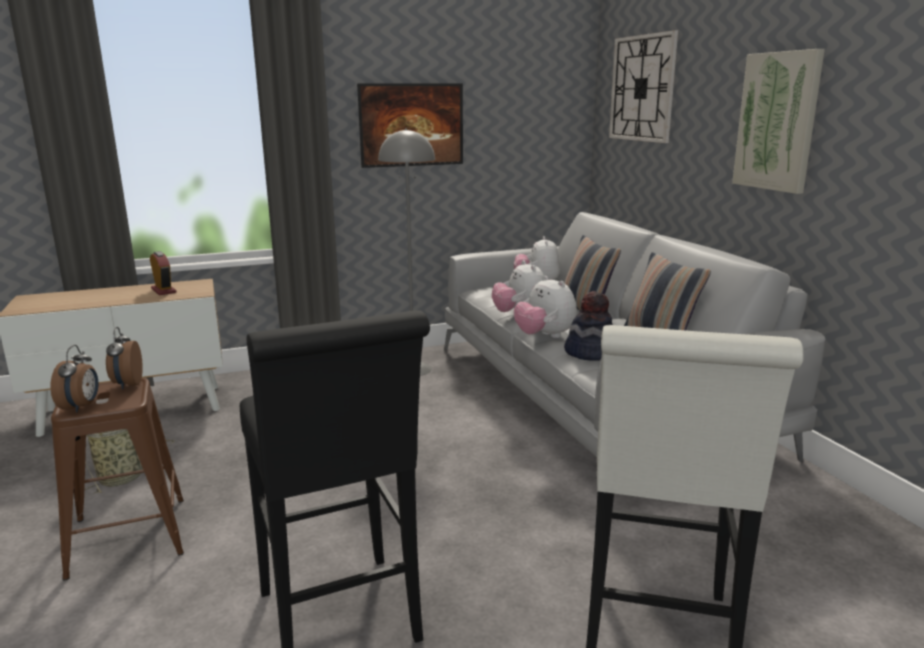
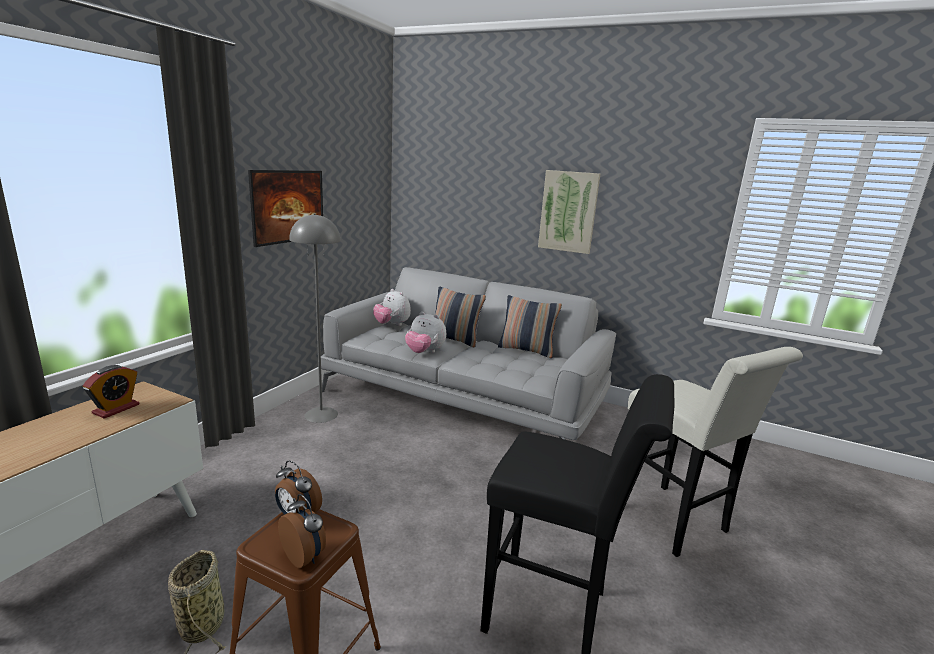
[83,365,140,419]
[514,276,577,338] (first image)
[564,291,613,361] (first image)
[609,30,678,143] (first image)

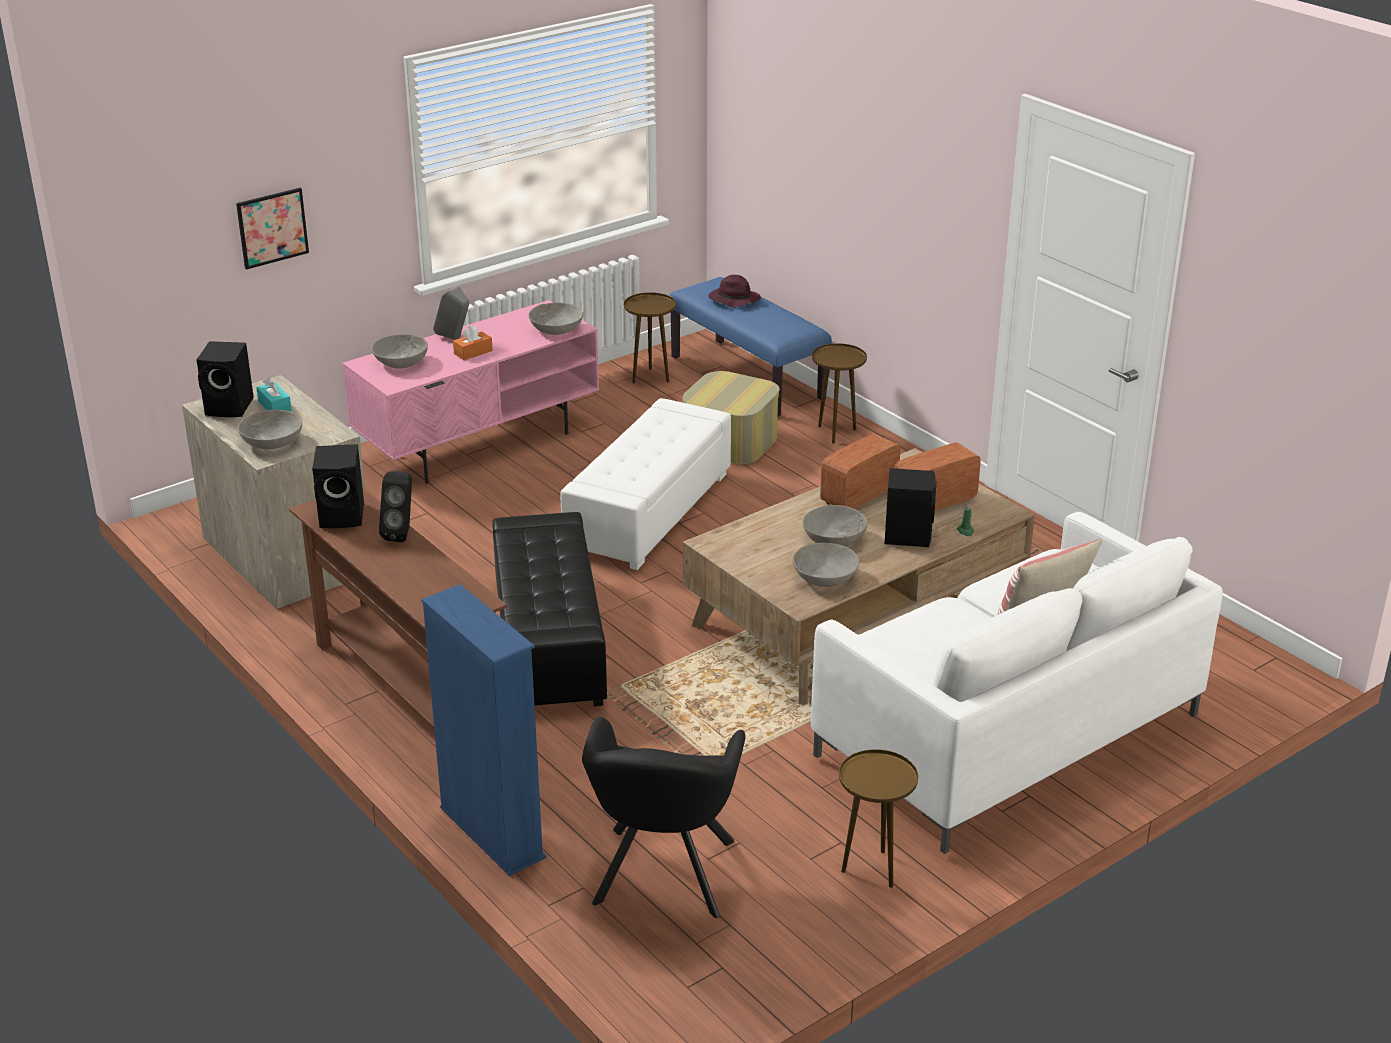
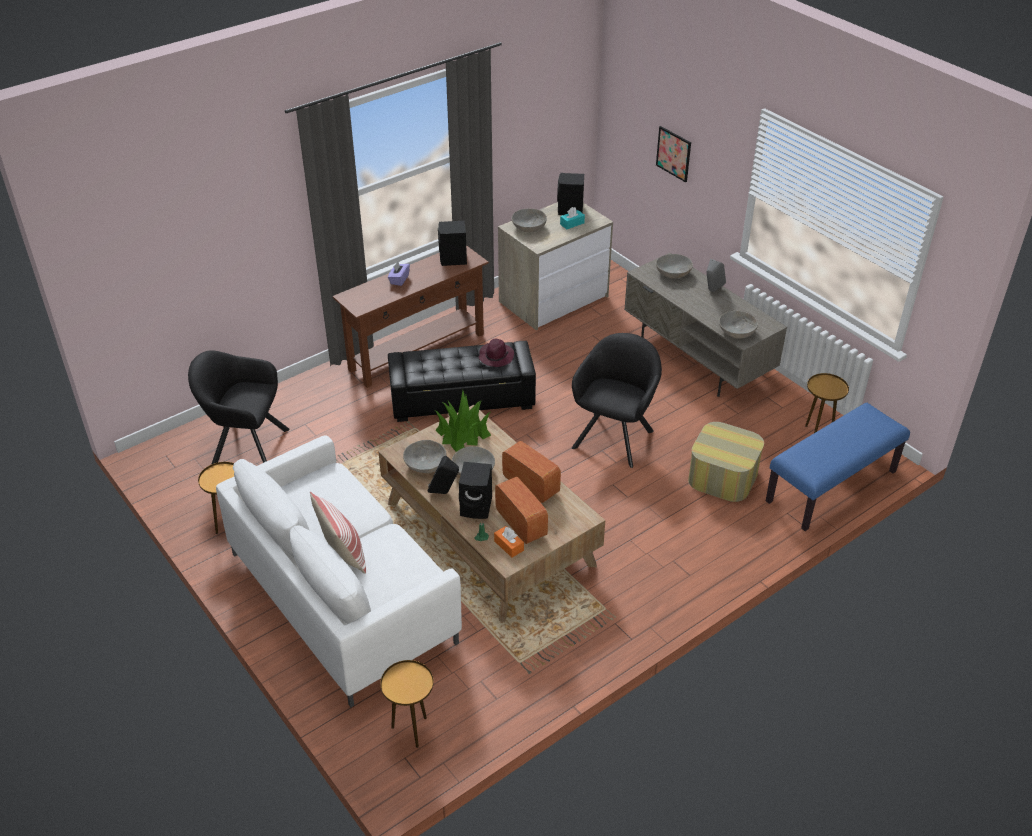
[380,660,434,748]
[388,262,410,286]
[427,456,459,494]
[435,391,491,452]
[479,339,514,367]
[494,526,524,558]
[572,333,662,468]
[624,253,787,397]
[421,584,546,876] (first image)

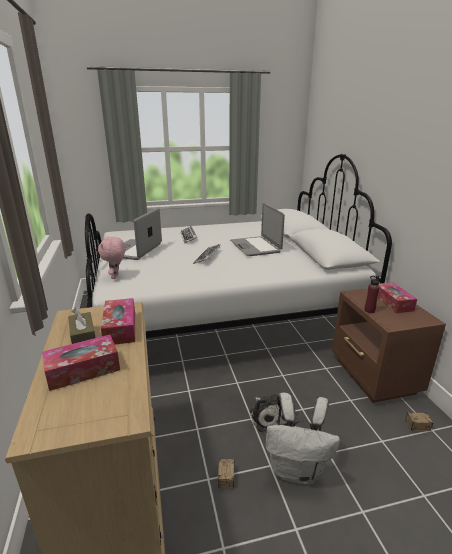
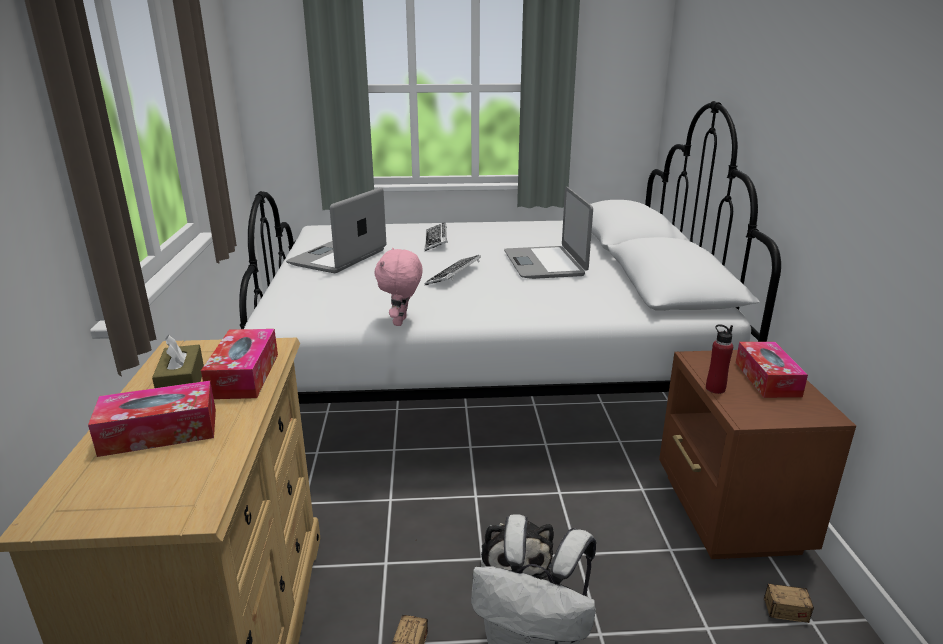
[375,248,423,326]

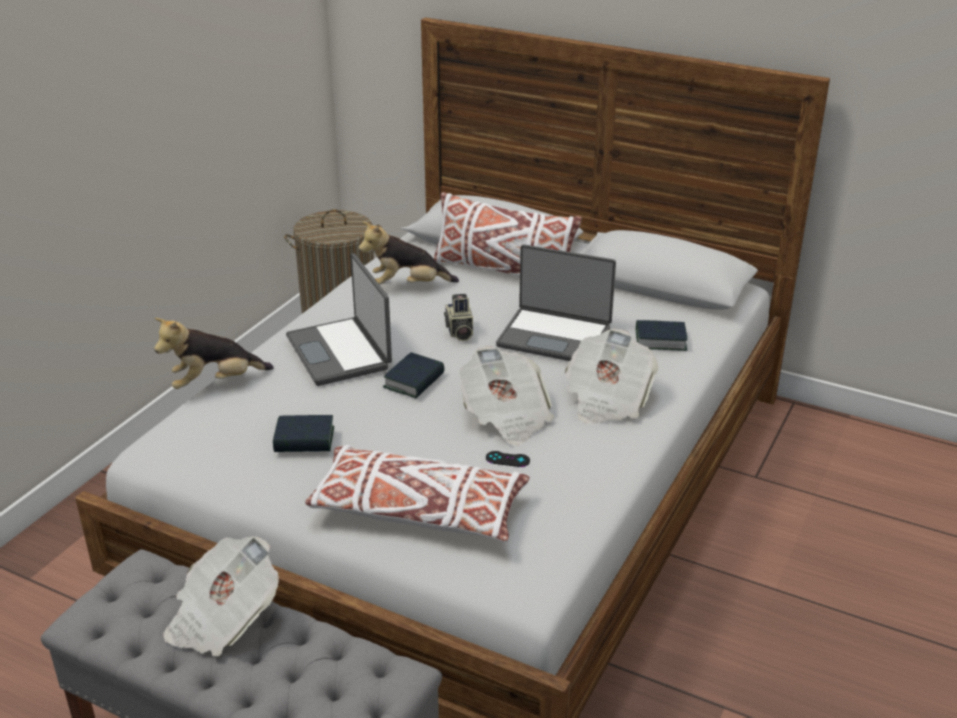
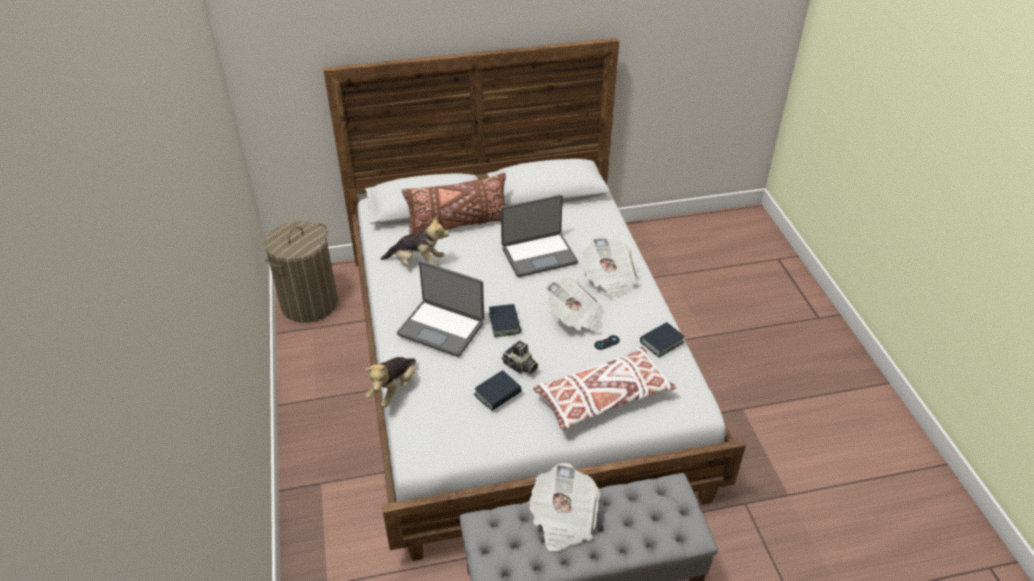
[380,217,449,266]
[402,173,506,234]
[501,340,538,374]
[640,322,685,357]

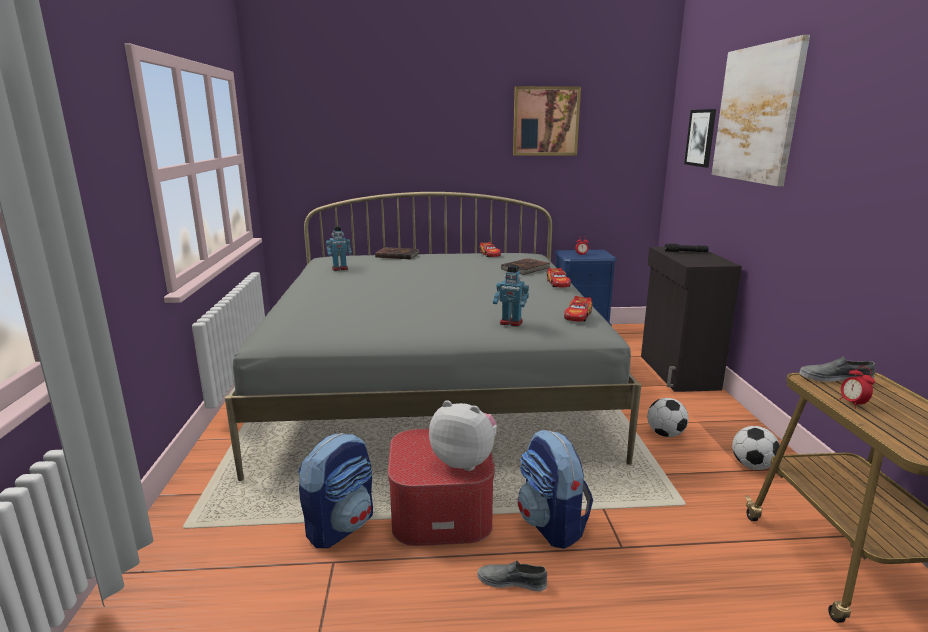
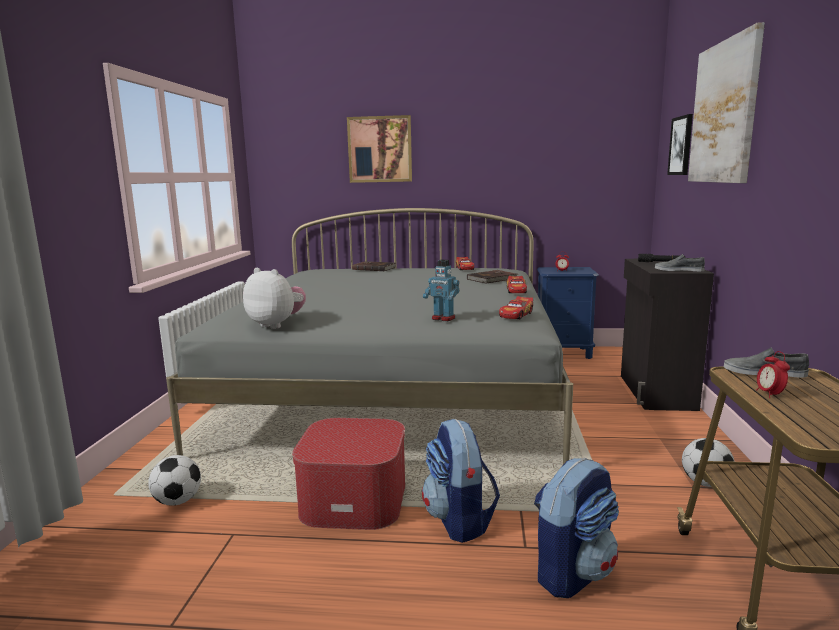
[148,455,201,506]
[243,268,306,329]
[347,115,412,183]
[534,457,619,598]
[655,254,705,271]
[326,226,352,271] (first image)

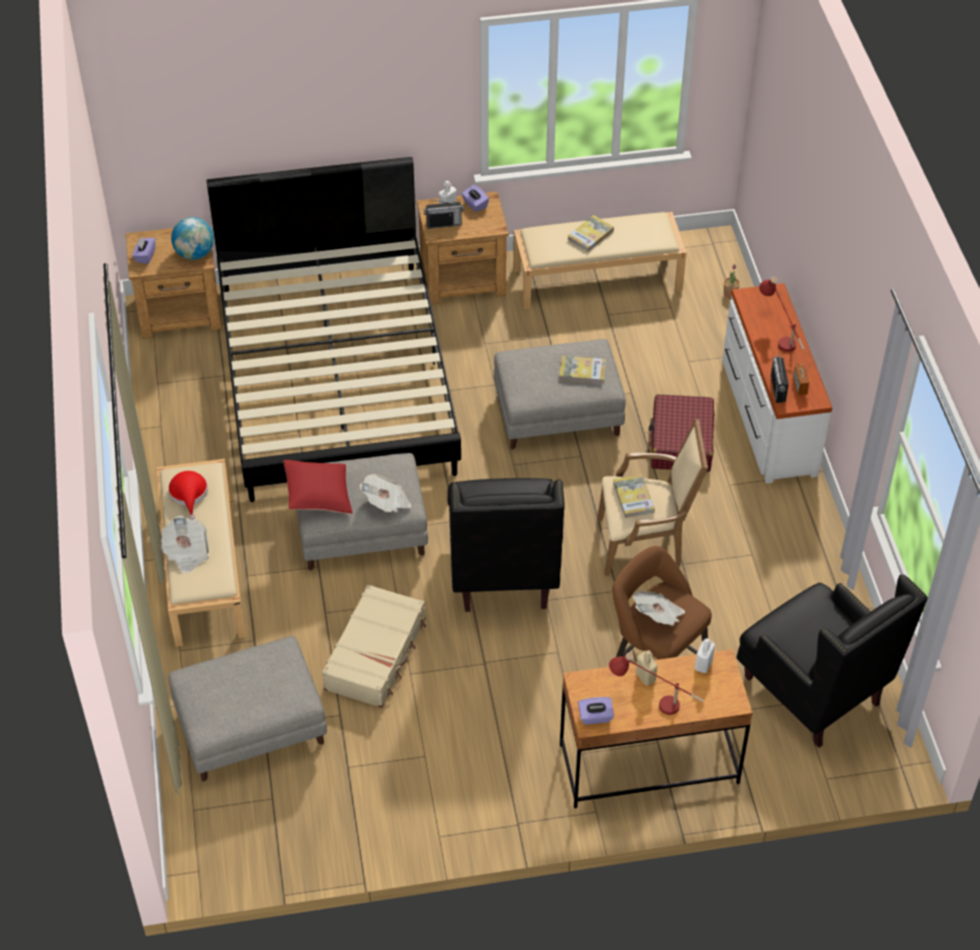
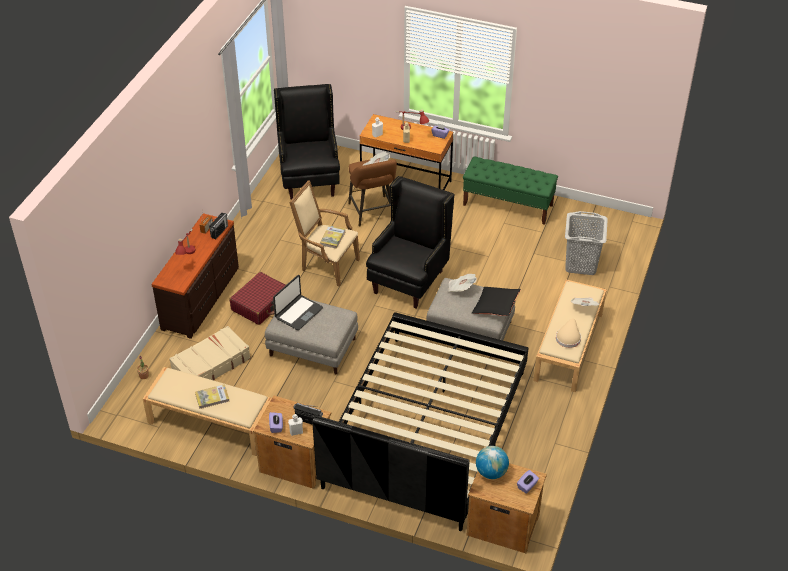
[152,213,239,339]
[169,326,251,381]
[273,275,323,330]
[463,156,558,225]
[472,287,521,316]
[556,318,581,348]
[565,211,608,275]

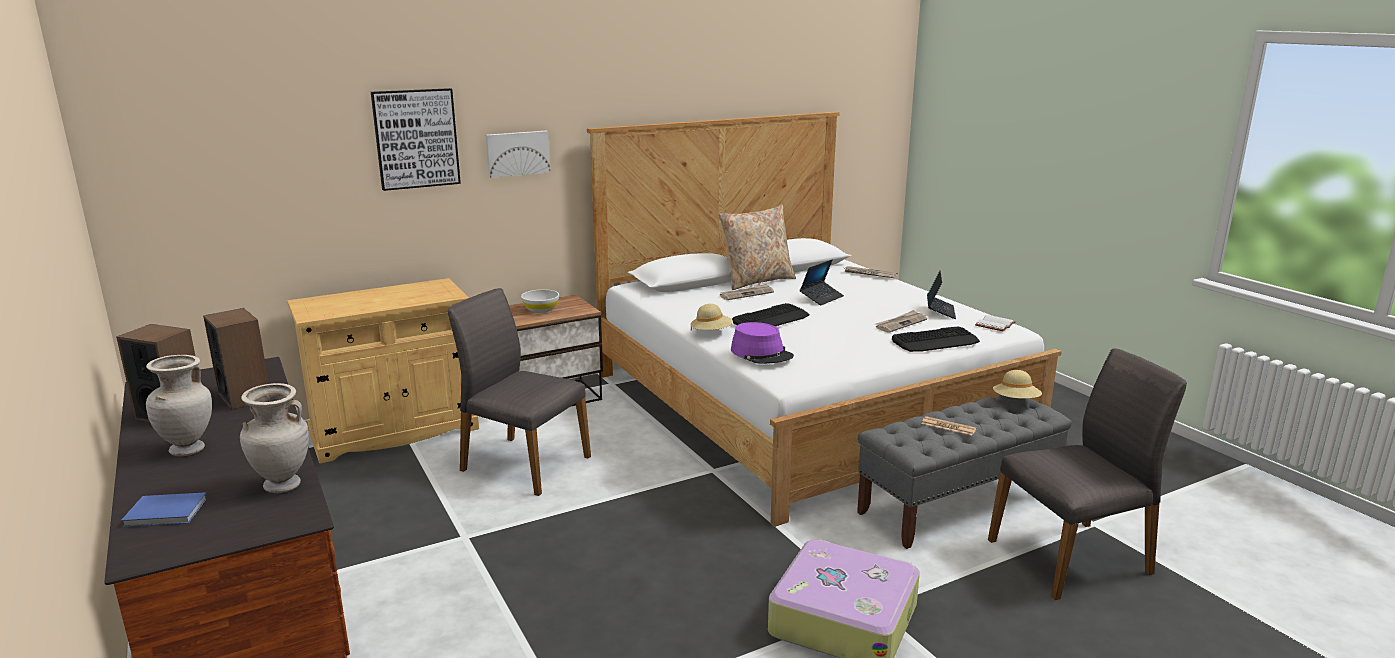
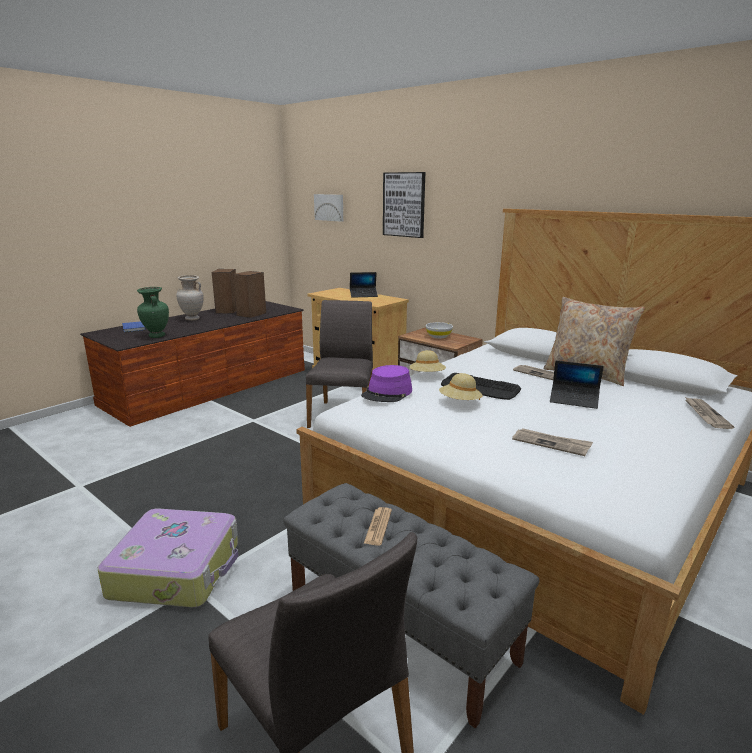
[137,287,169,338]
[314,194,343,222]
[350,272,378,298]
[439,373,483,400]
[892,327,980,352] (first image)
[975,315,1016,331] (first image)

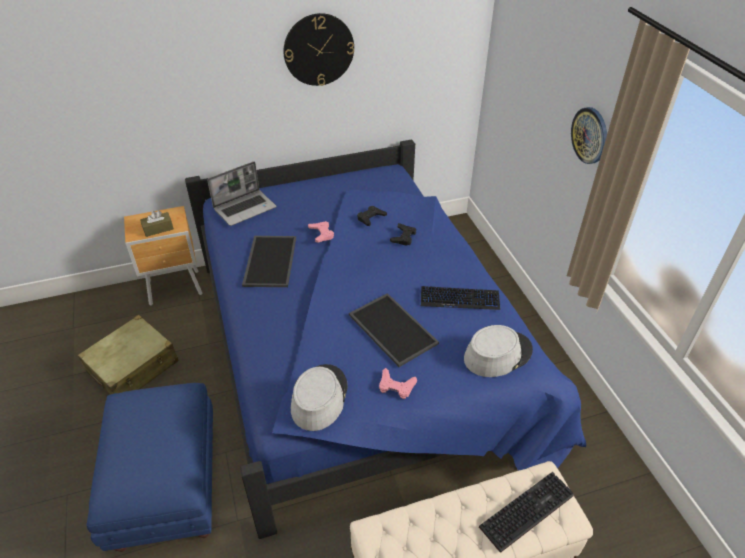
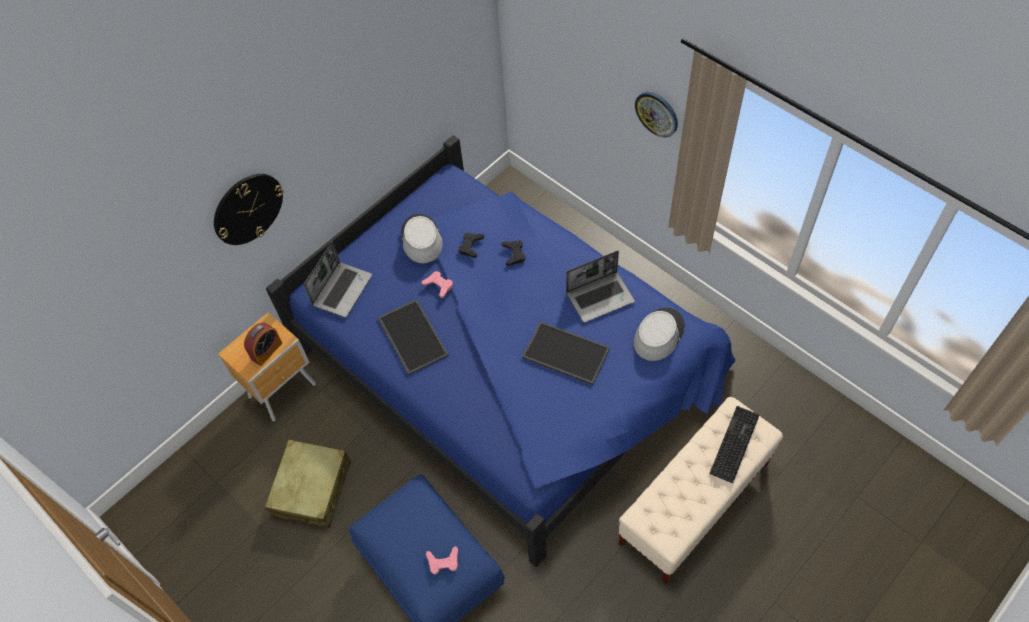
[214,174,283,245]
[244,322,282,366]
[401,214,442,263]
[426,546,458,574]
[566,251,635,323]

